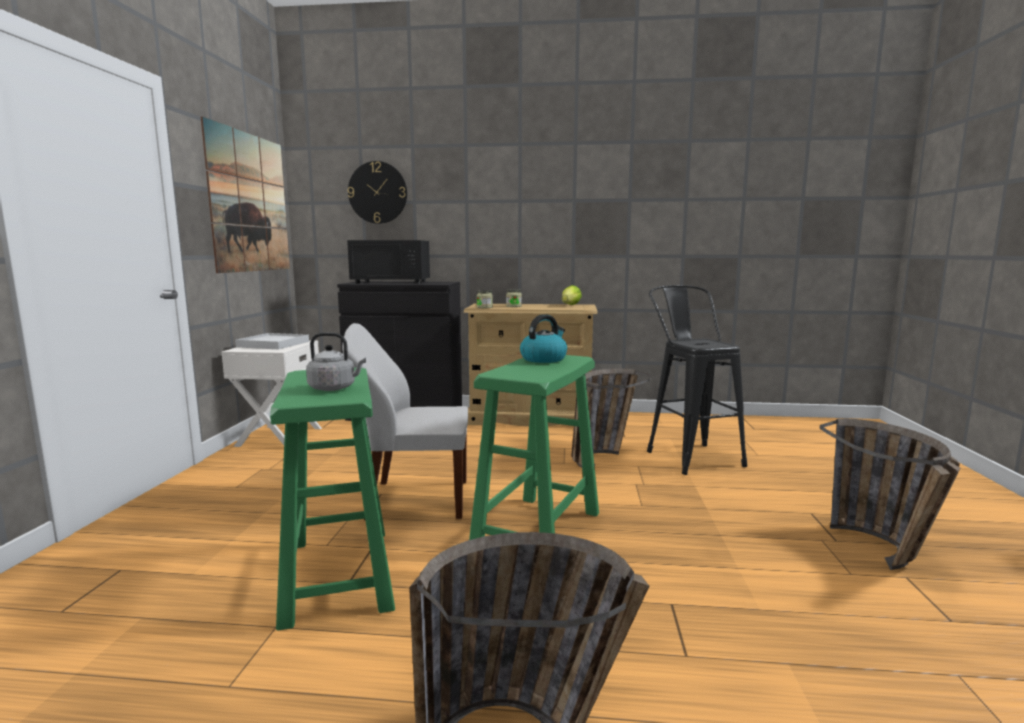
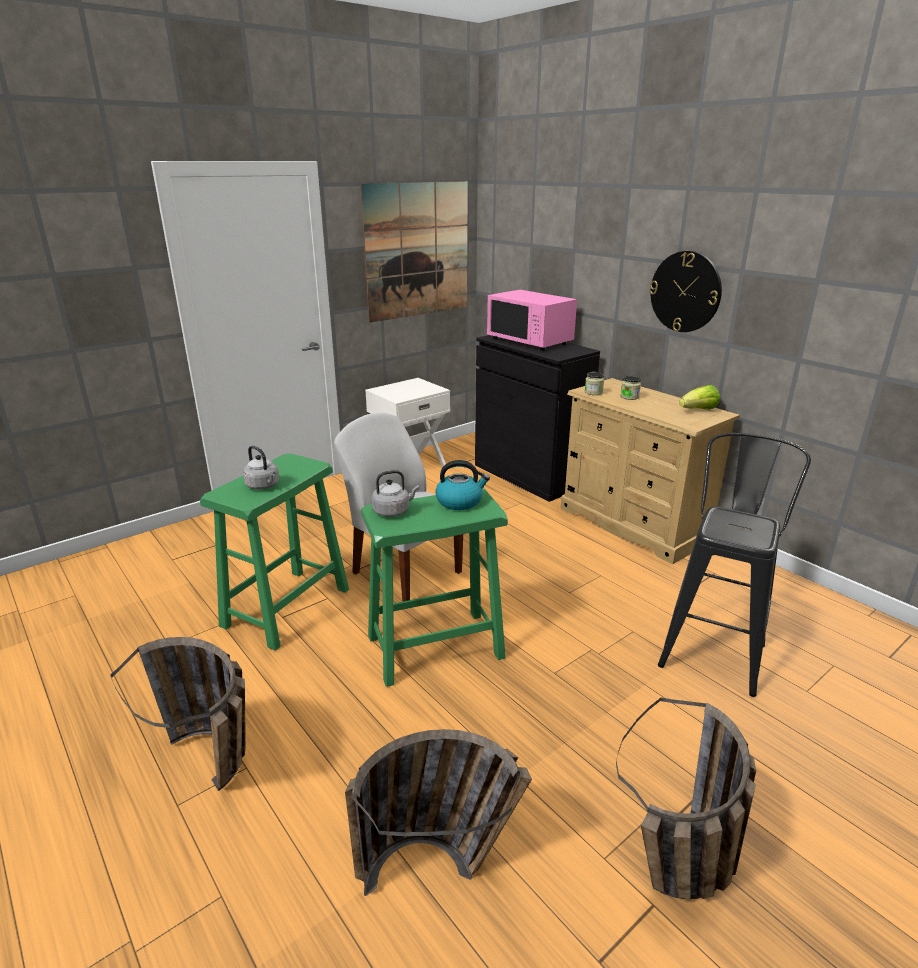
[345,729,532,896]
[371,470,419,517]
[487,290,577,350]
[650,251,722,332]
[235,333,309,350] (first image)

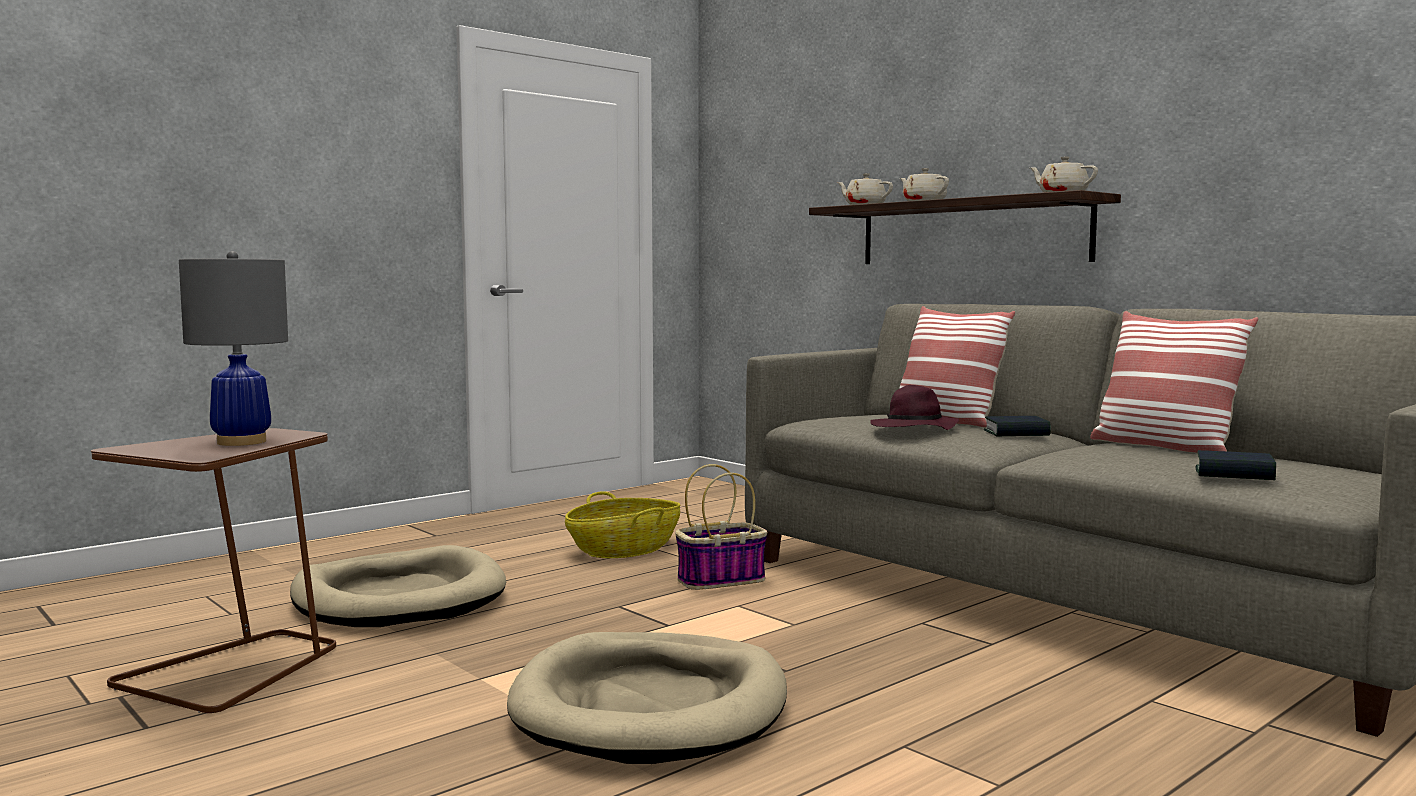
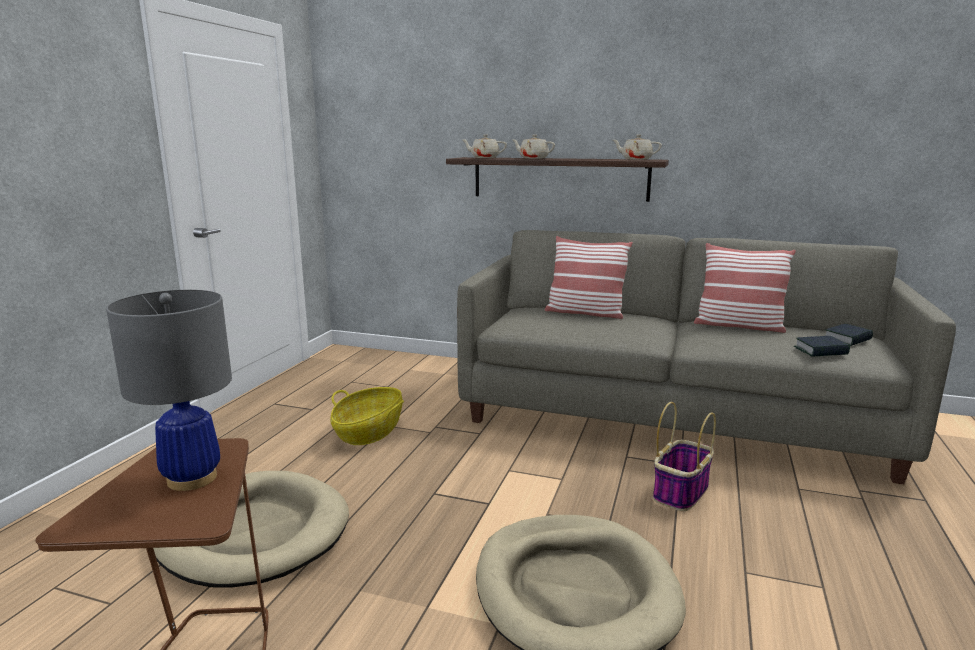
[653,402,716,511]
[826,323,873,346]
[870,385,959,430] (first image)

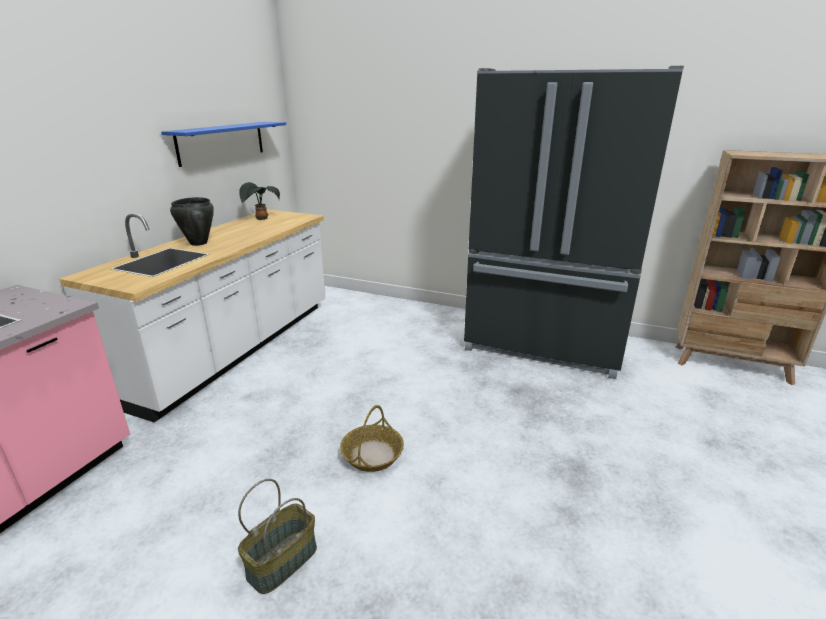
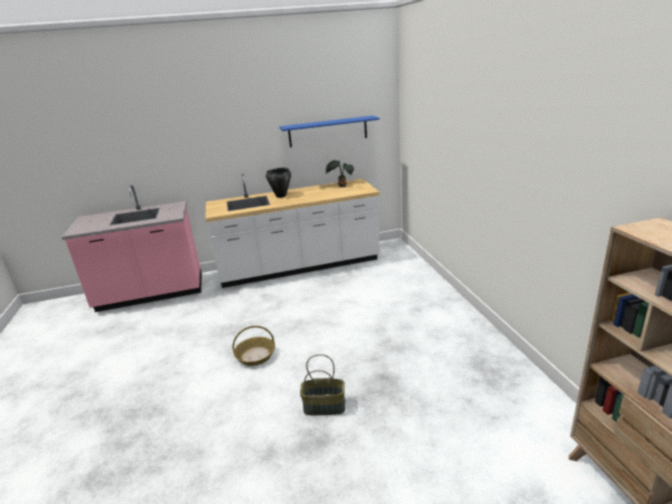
[300,354,345,415]
[464,66,684,379] (first image)

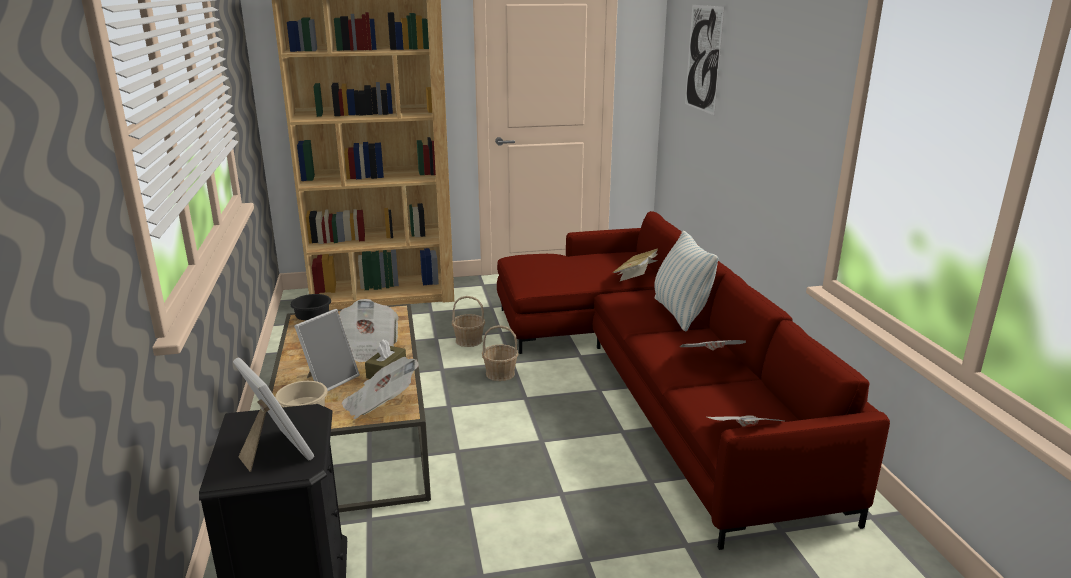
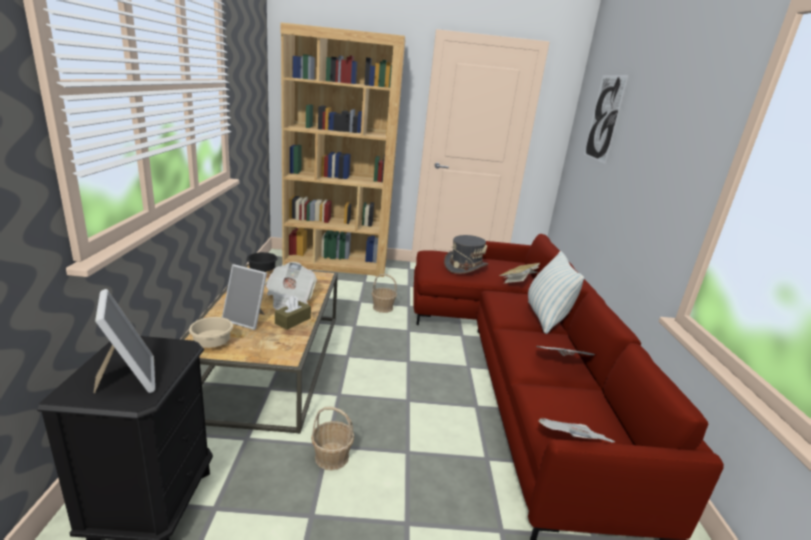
[222,264,267,330]
[311,407,354,471]
[444,235,489,274]
[342,357,419,419] (first image)

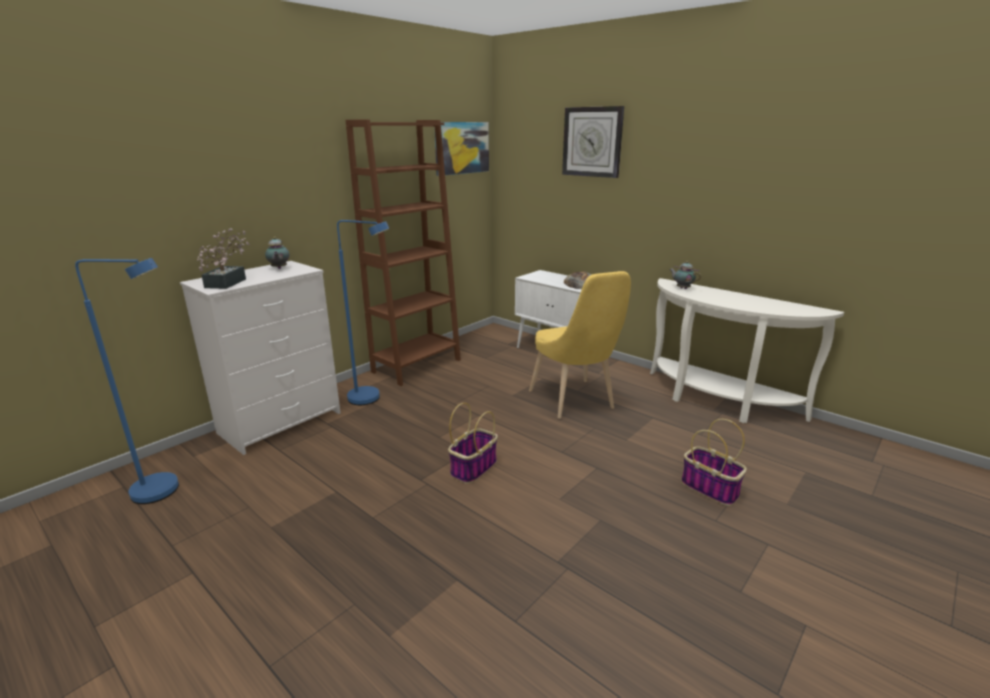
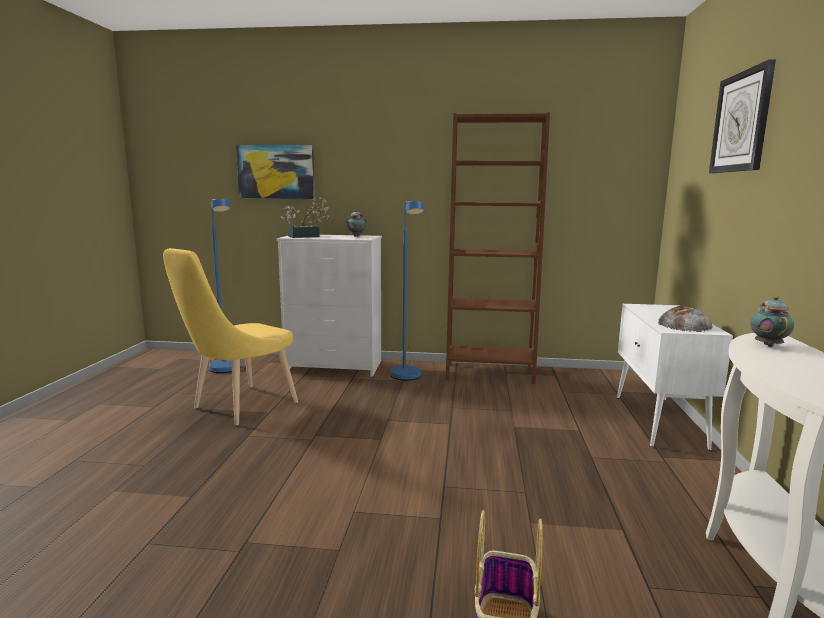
[163,248,298,426]
[236,145,315,199]
[448,403,498,484] (first image)

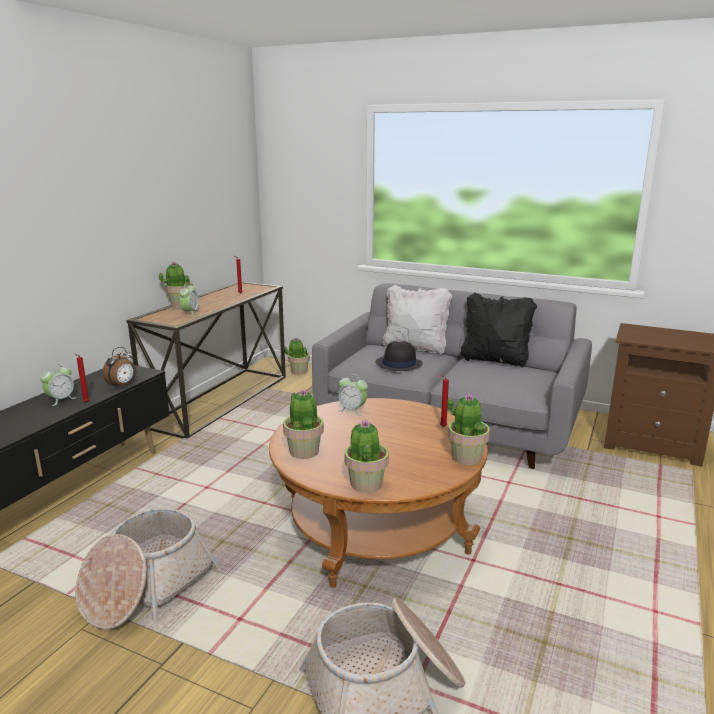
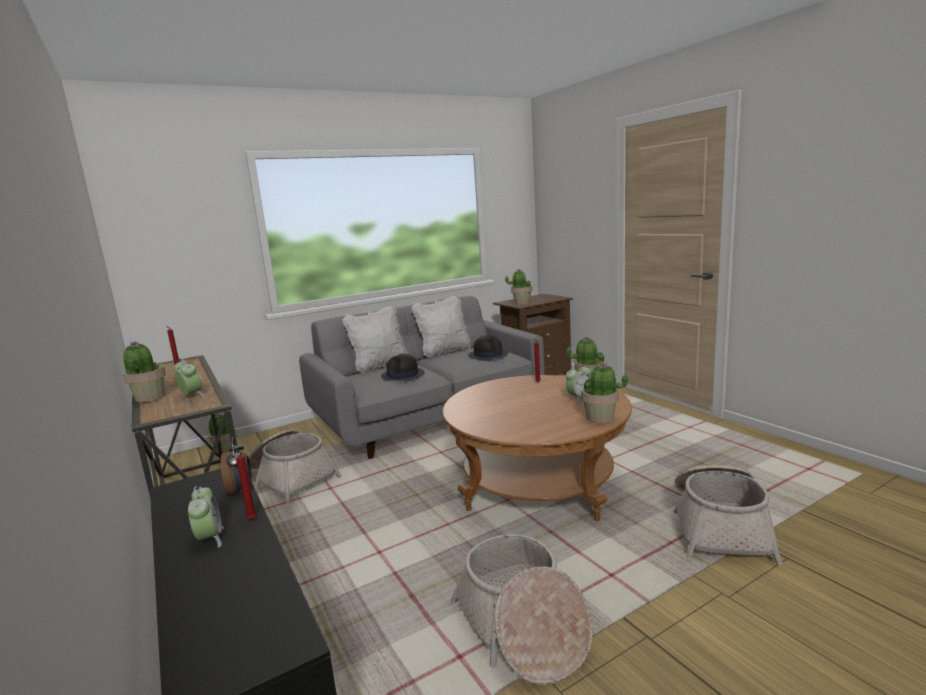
[249,429,342,504]
[412,296,471,359]
[468,335,508,361]
[505,269,532,305]
[566,364,591,403]

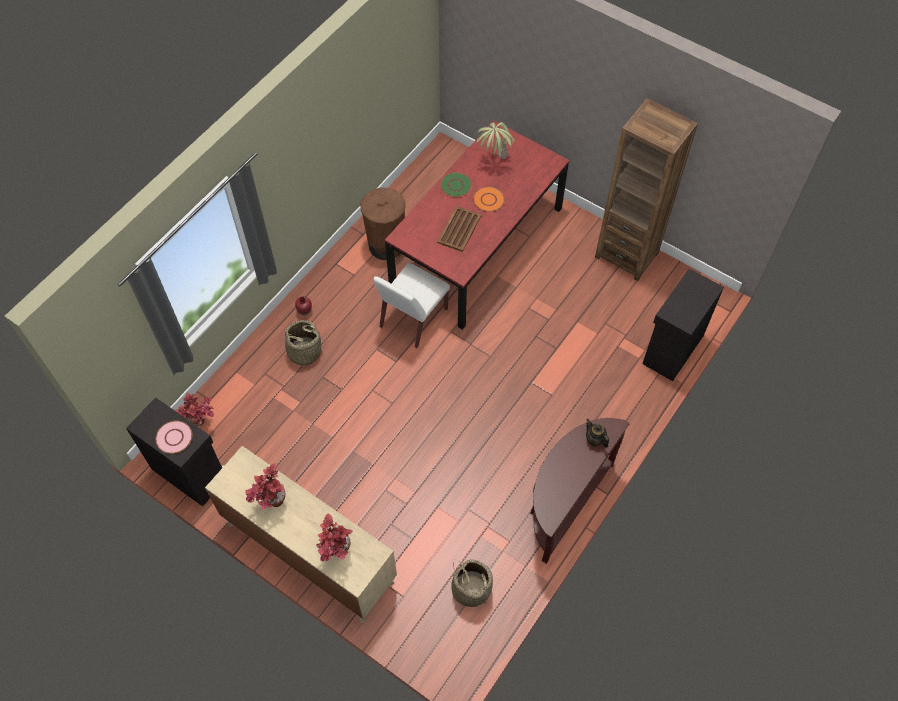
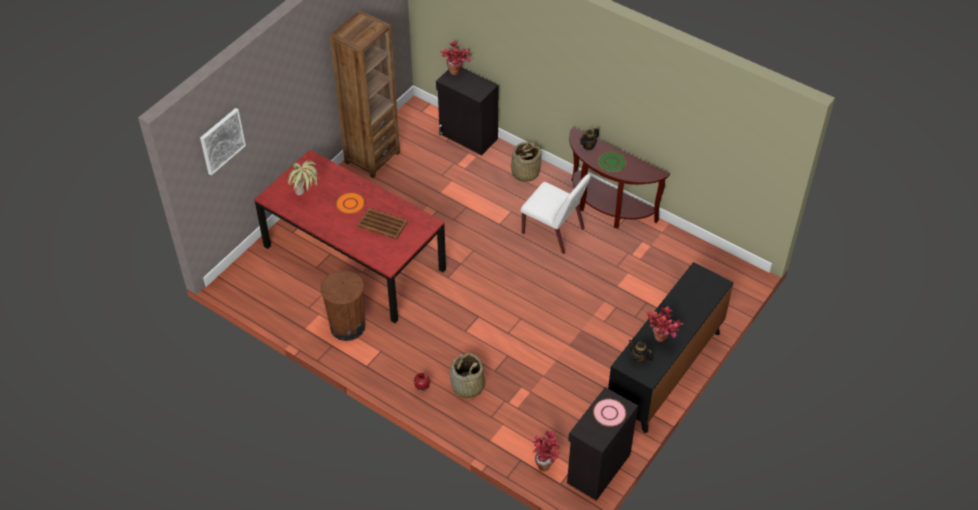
[200,108,246,176]
[440,41,471,75]
[511,142,542,182]
[520,174,591,254]
[598,152,626,172]
[608,262,734,433]
[629,340,653,364]

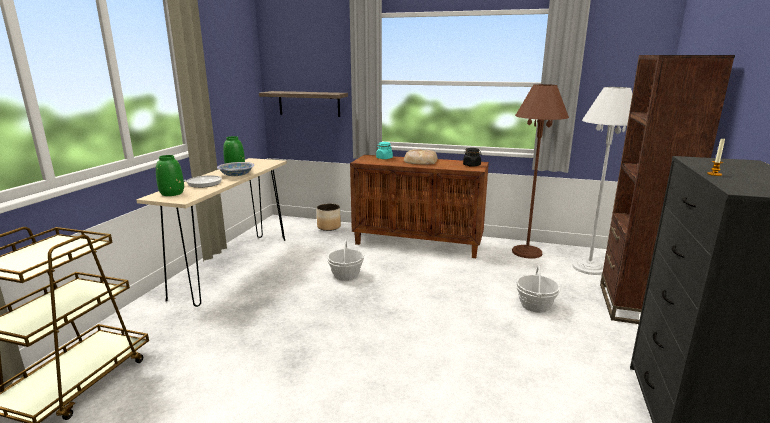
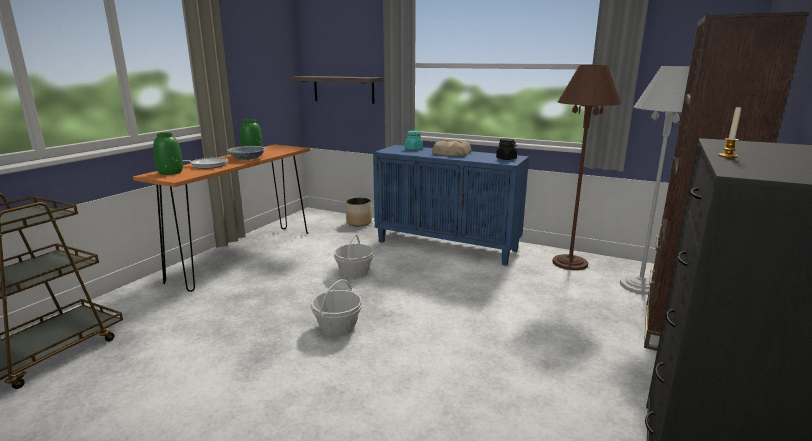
[133,144,310,292]
[310,279,362,336]
[373,145,529,266]

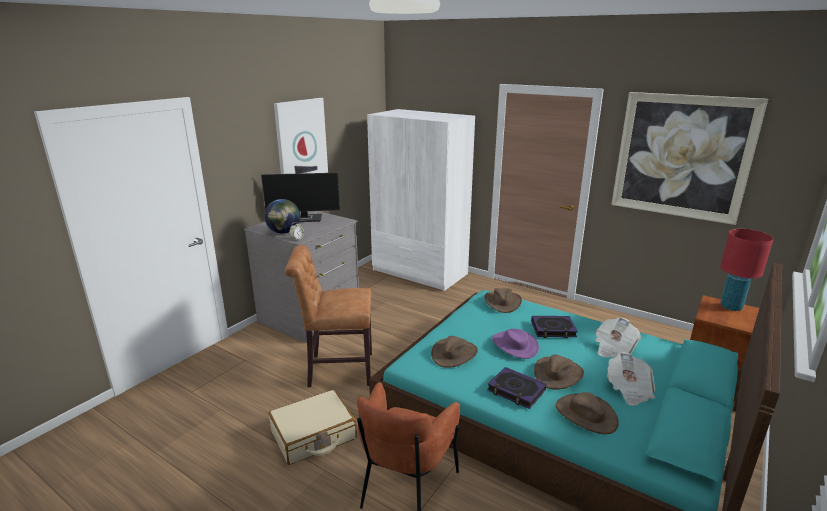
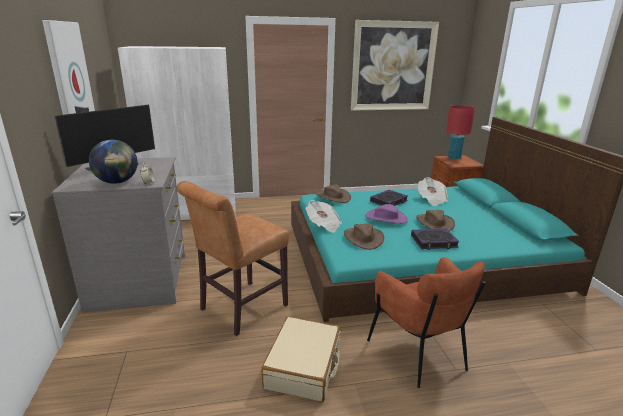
[305,200,342,233]
[556,392,618,434] (first image)

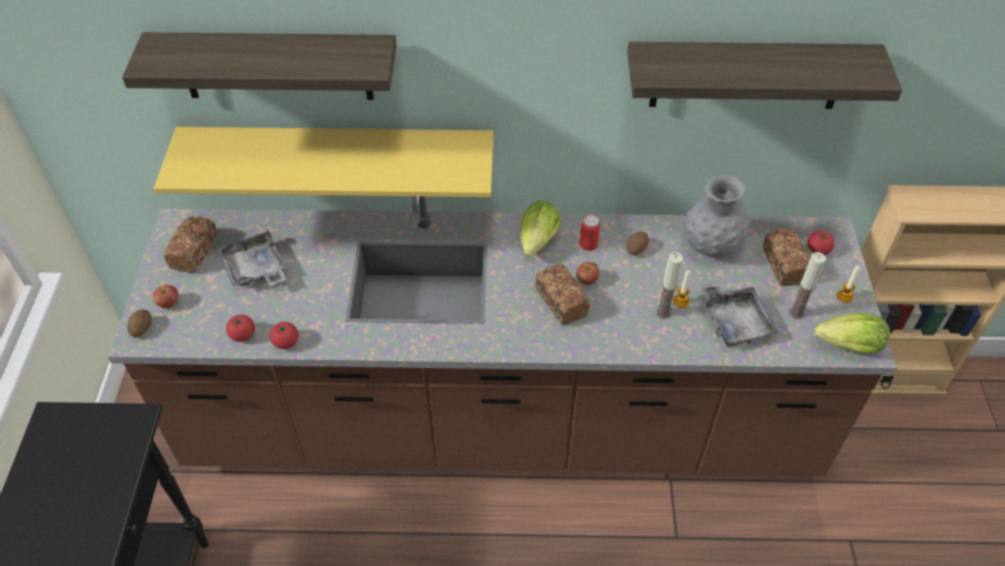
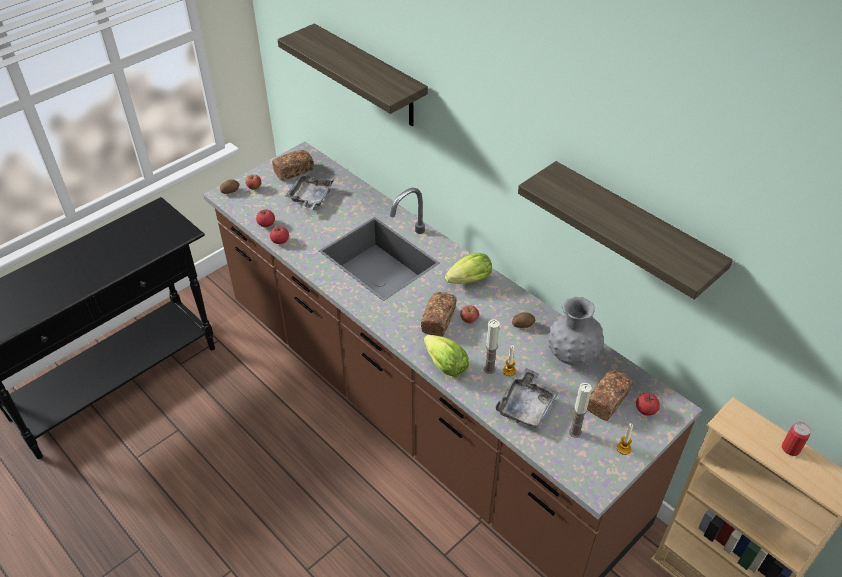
[424,335,469,377]
[782,422,811,456]
[154,127,493,197] (first image)

